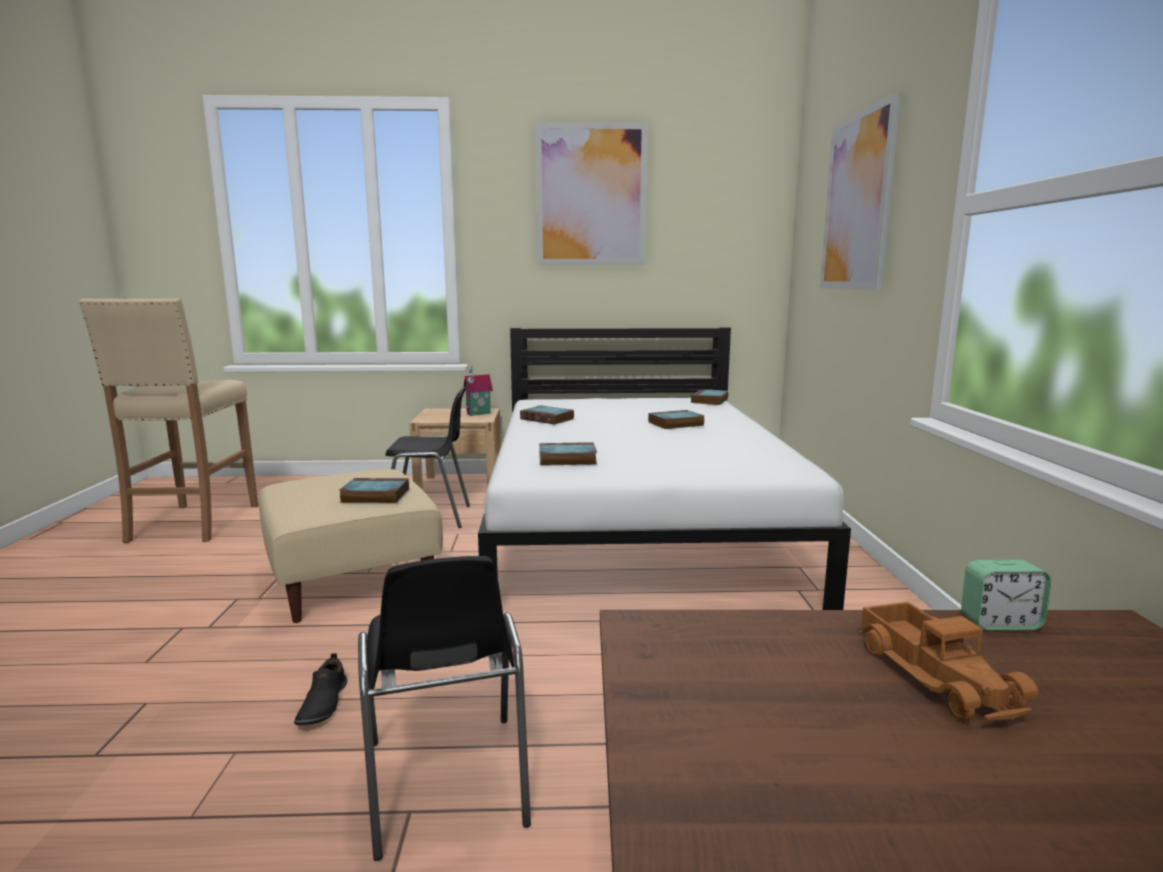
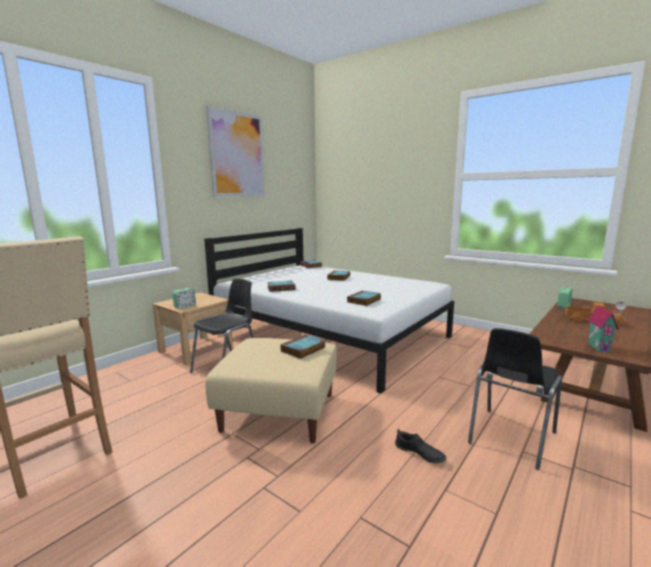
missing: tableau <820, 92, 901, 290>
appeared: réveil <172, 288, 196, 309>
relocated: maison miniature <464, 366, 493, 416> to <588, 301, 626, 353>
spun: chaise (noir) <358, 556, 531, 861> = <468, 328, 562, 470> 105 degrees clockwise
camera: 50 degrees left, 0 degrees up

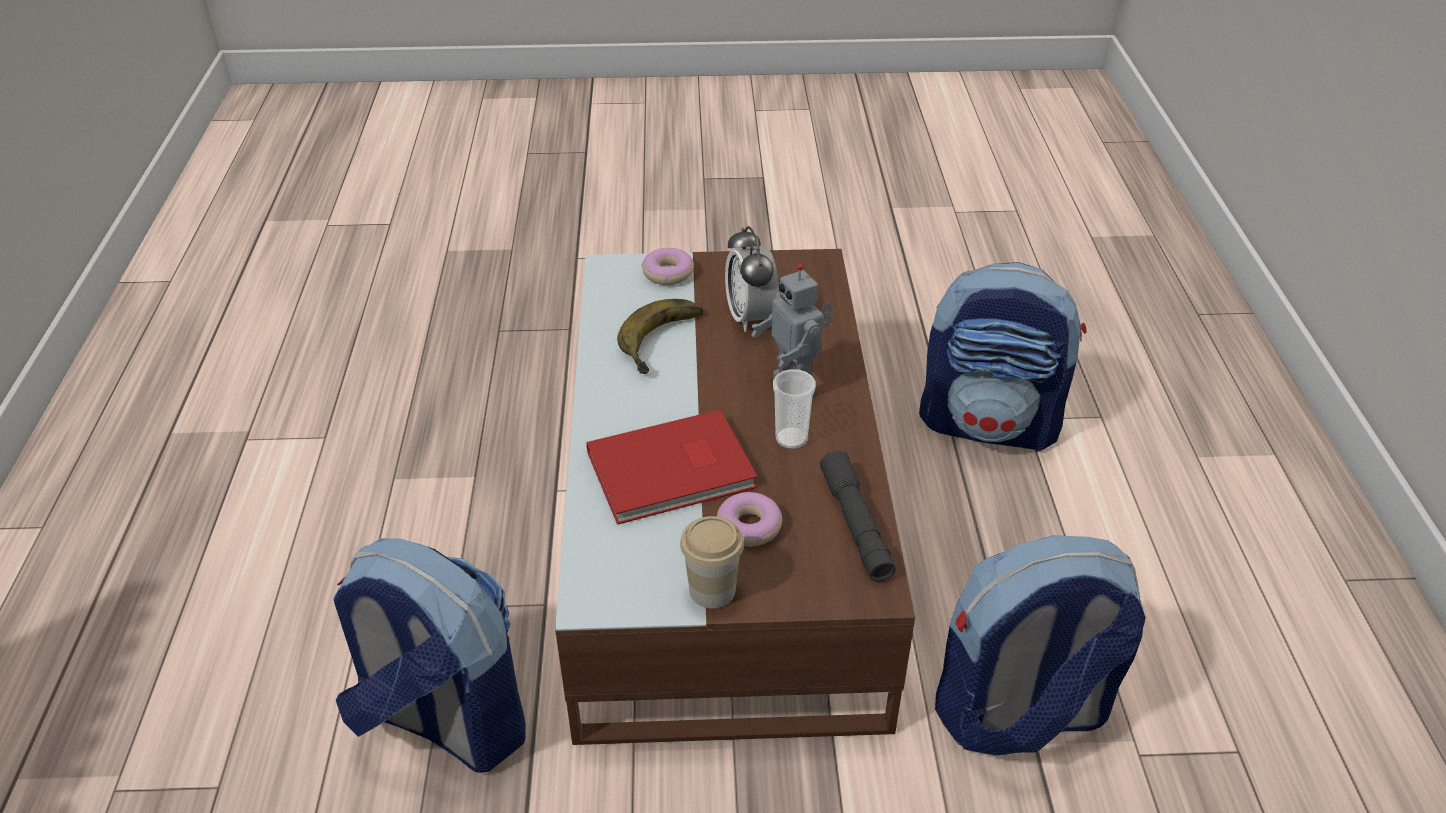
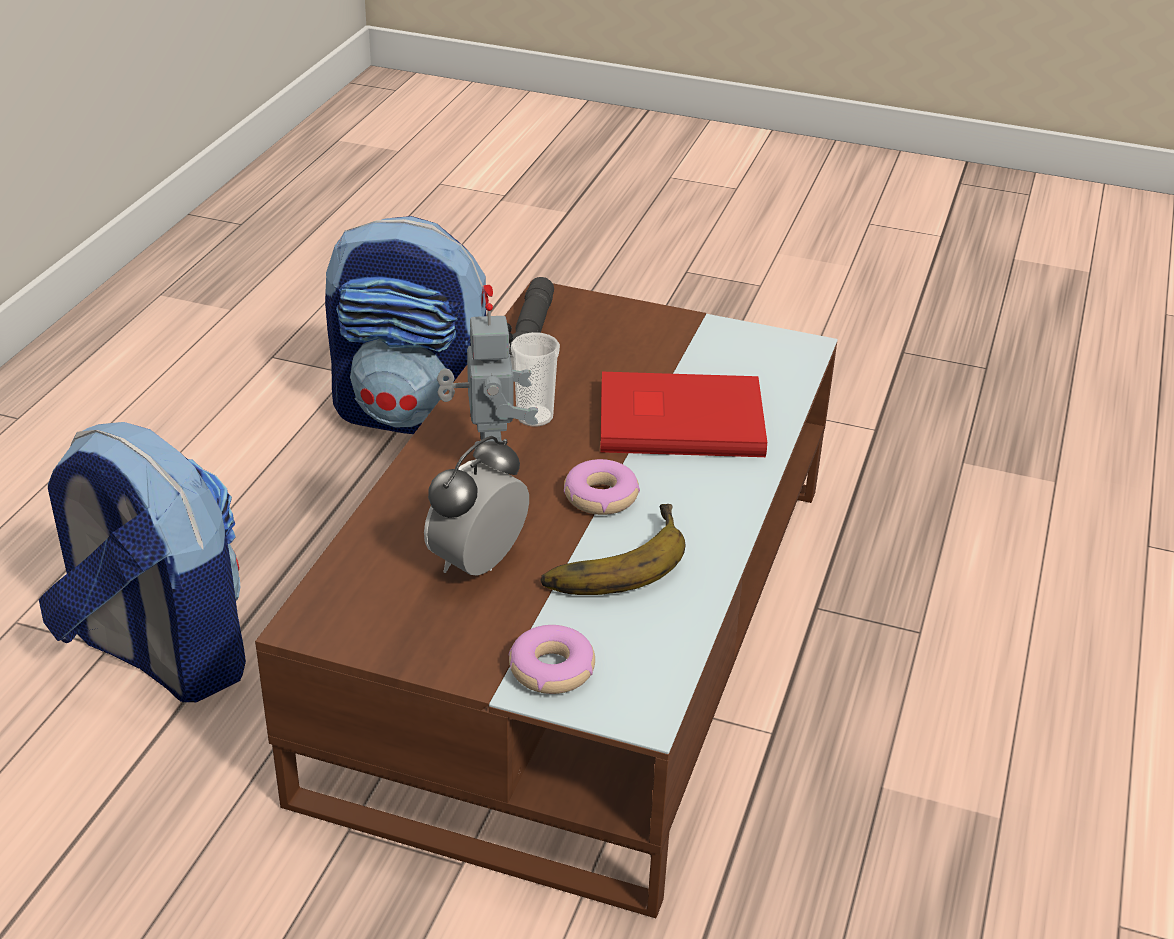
missing: sac à dos <333, 538, 526, 773>; tasse <680, 516, 744, 608>
relocated: beignet <717, 492, 782, 546> to <564, 459, 640, 515>
spun: réveil <725, 226, 779, 332> = <424, 436, 529, 576> 150 degrees counterclockwise
camera: 160 degrees left, 5 degrees down

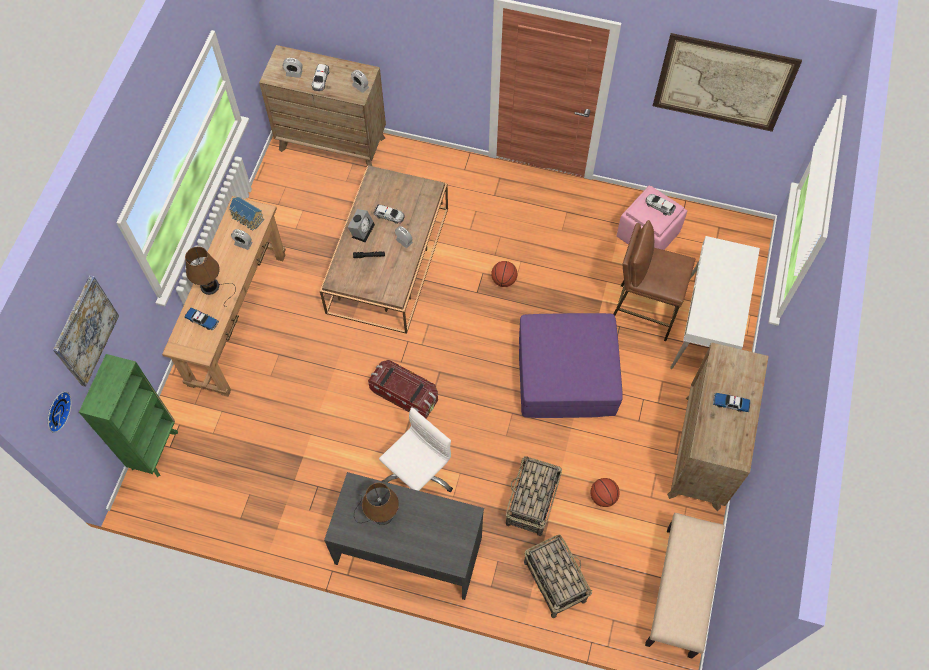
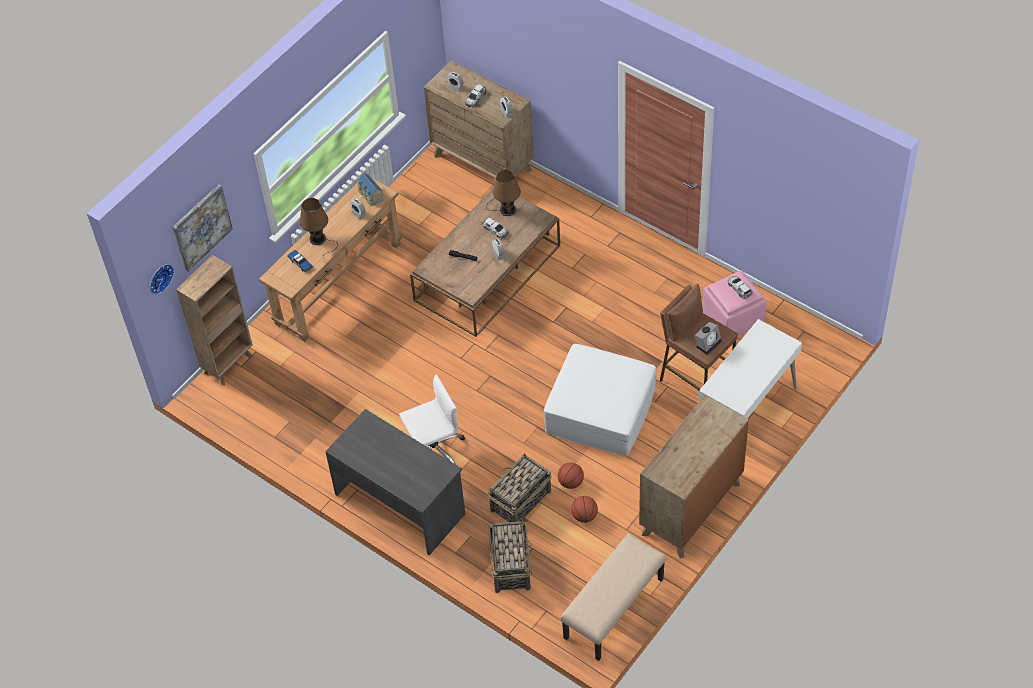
missing: boîte de rangement <368, 360, 438, 419>; tableau <653, 33, 802, 132>; petite voiture <713, 393, 751, 412>
relocated: lampe de table (marron) <354, 483, 399, 525> to <488, 169, 521, 216>; ballon de basket <491, 261, 518, 287> to <557, 462, 584, 489>; réveil <348, 209, 375, 242> to <695, 322, 722, 355>
colour: bibliothèque (vert) <79, 354, 178, 477> to bibliothèque (marron) <176, 255, 253, 386>; pouf (violet) <519, 313, 623, 418> to pouf (blanc) <544, 344, 656, 456>
camera: 25 degrees right, 10 degrees down

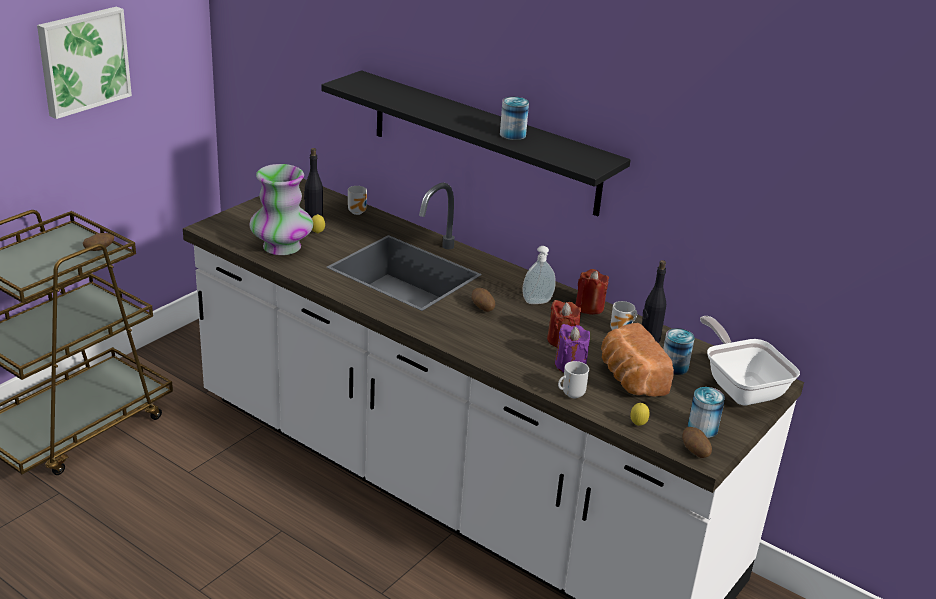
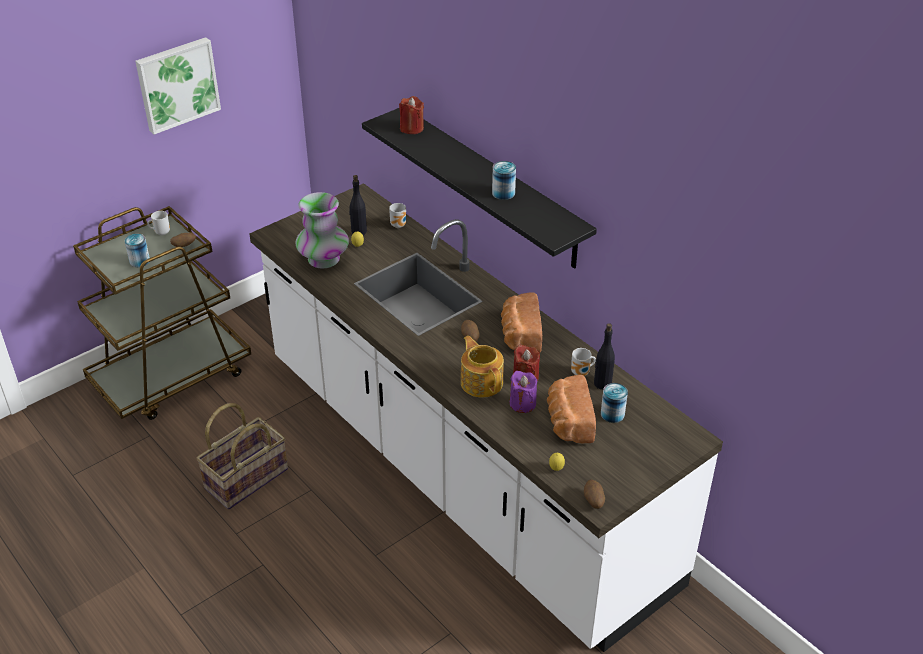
missing: poêle <700, 316, 800, 406>
appeared: panier <196, 403, 288, 510>; théière <461, 336, 504, 398>
relocated: boîte métallique <688, 387, 725, 438> to <125, 234, 150, 267>; mug <558, 361, 589, 398> to <147, 211, 170, 235>; bougie (rouge) <575, 269, 609, 315> to <399, 96, 424, 134>
exchanged: distributeur de savon <522, 246, 556, 304> to pain <501, 293, 542, 353>
camera: 15 degrees right, 10 degrees up

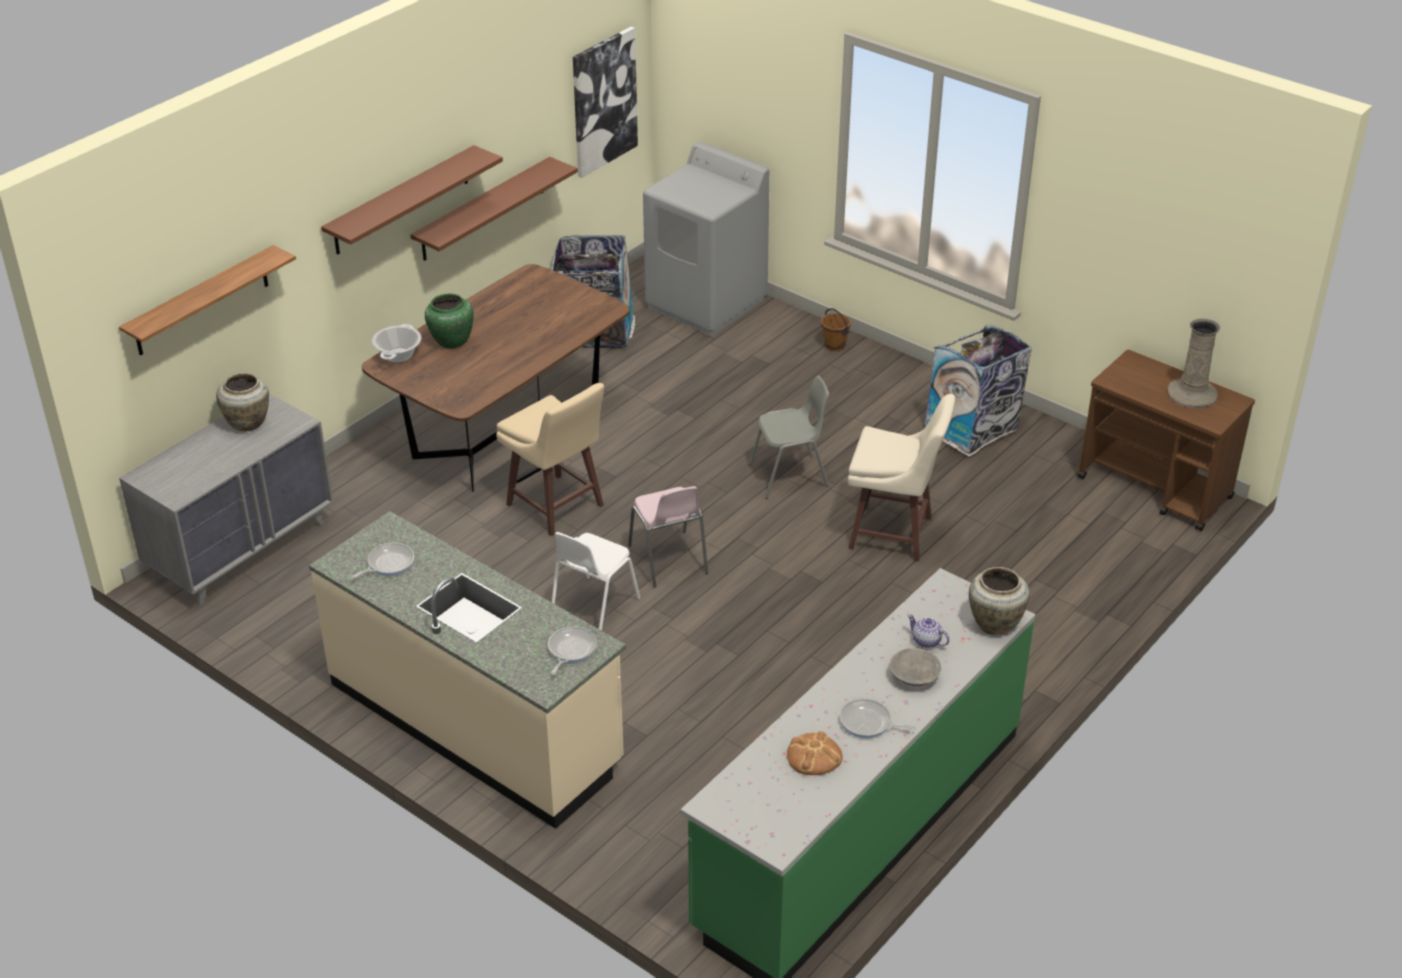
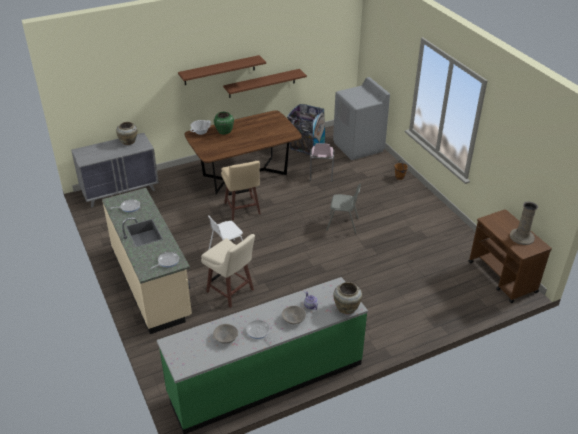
missing: étagère <119, 245, 296, 356>; tableau <573, 27, 638, 178>; poubelle <925, 325, 1032, 457>
relocated: tabouret (beige) <848, 394, 955, 562> to <201, 234, 255, 308>; chaise (rose) <628, 486, 708, 588> to <310, 143, 335, 182>
exchanged: pain <787, 731, 843, 775> to bol (gris) <213, 324, 238, 344>
camera: 25 degrees right, 0 degrees up

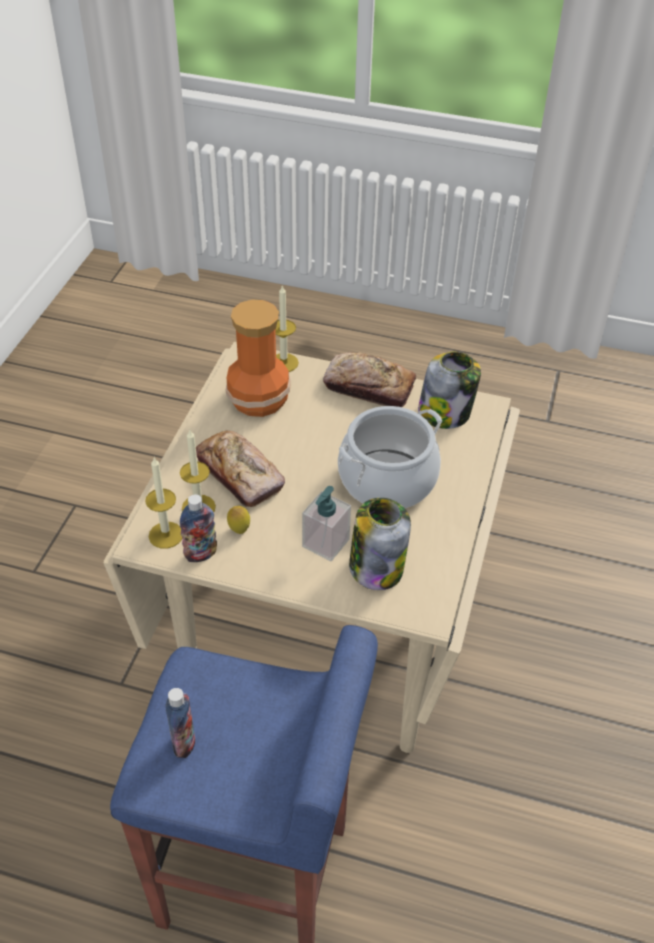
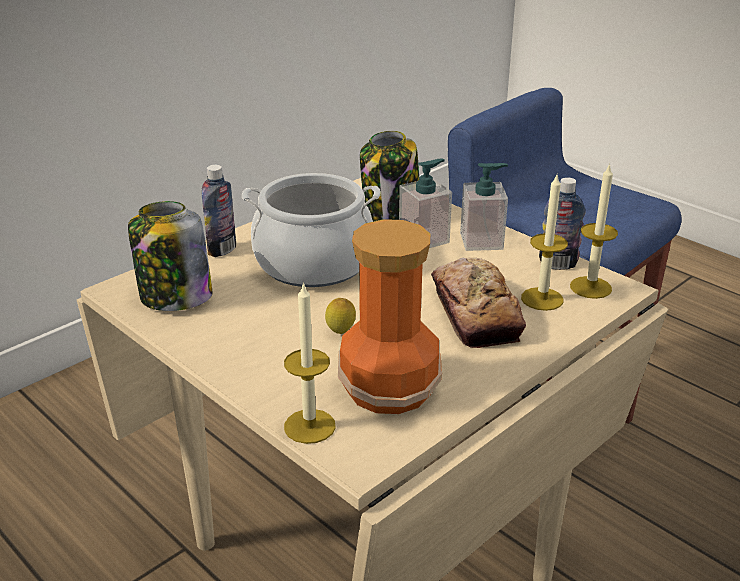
missing: pain <323, 352, 416, 407>
appeared: distributeur de savon <460, 163, 508, 251>
relocated: bouteille <166, 688, 195, 758> to <202, 165, 236, 257>; citron <227, 506, 250, 534> to <325, 298, 356, 334>
camera: 150 degrees left, 15 degrees down

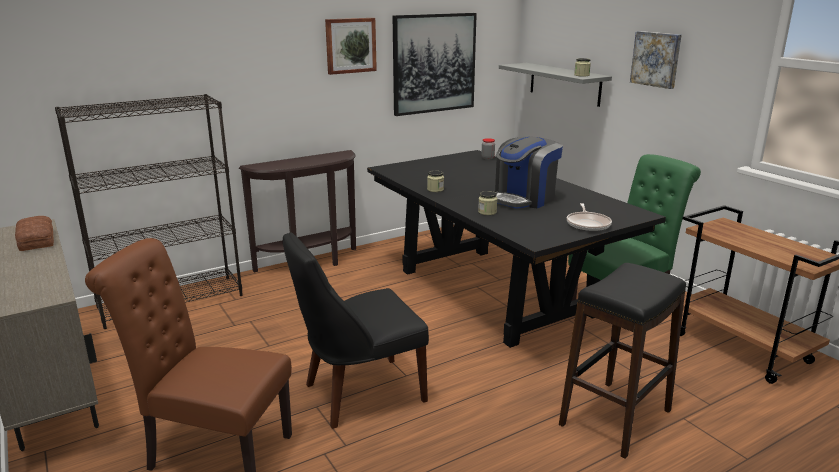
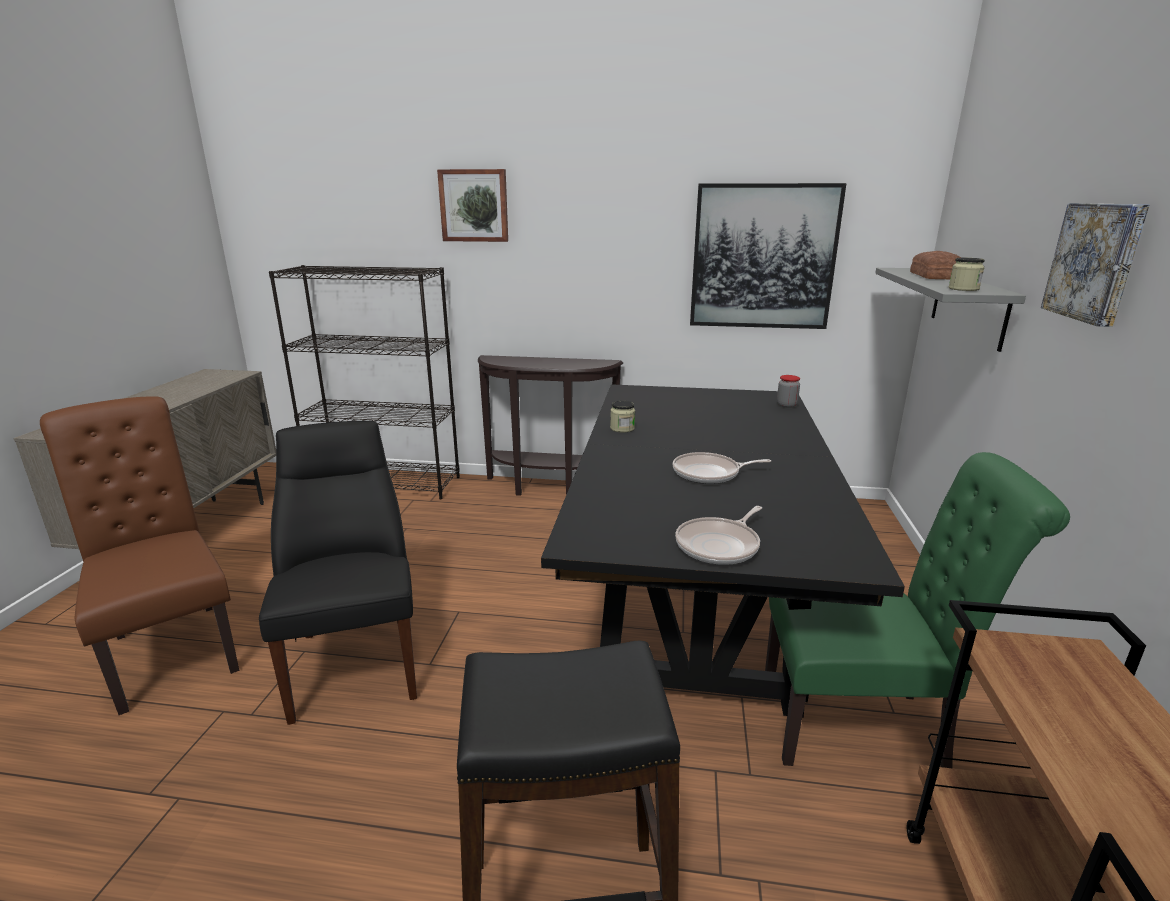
missing: bocal <478, 191, 497, 215>
relocated: tableau <325, 18, 377, 75> to <437, 169, 508, 242>; pain <15, 216, 54, 251> to <910, 251, 961, 279>
exchanged: machine à café <495, 136, 563, 208> to poêle <672, 452, 771, 484>
spun: chaise (noir) <283, 232, 429, 429> = <259, 421, 417, 725> 60 degrees clockwise
camera: 40 degrees right, 0 degrees up

